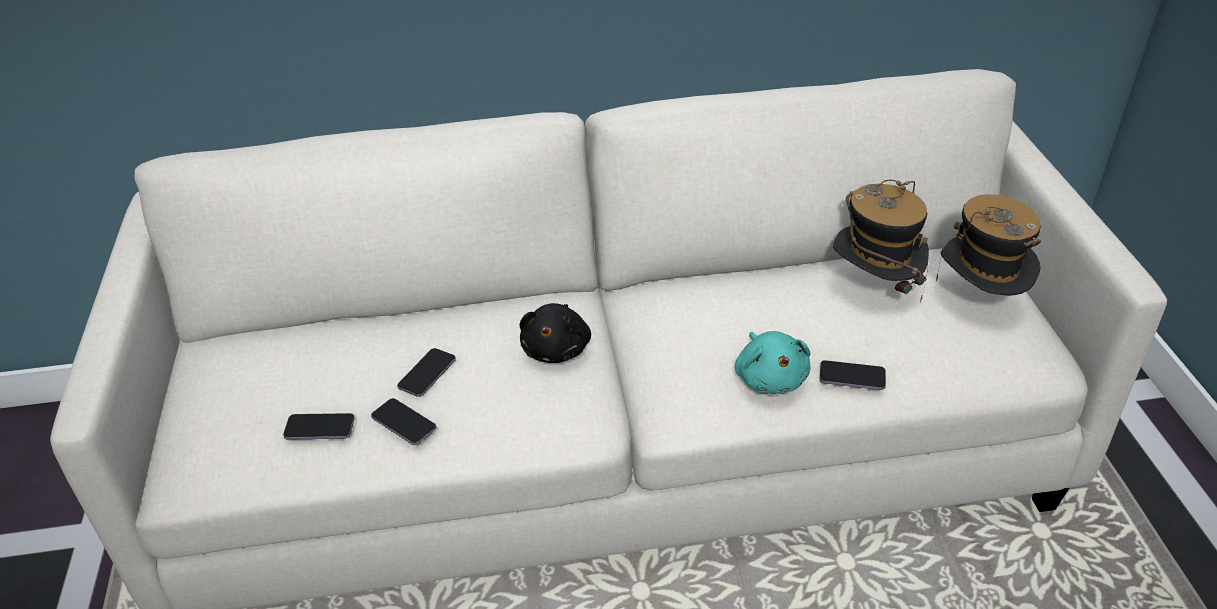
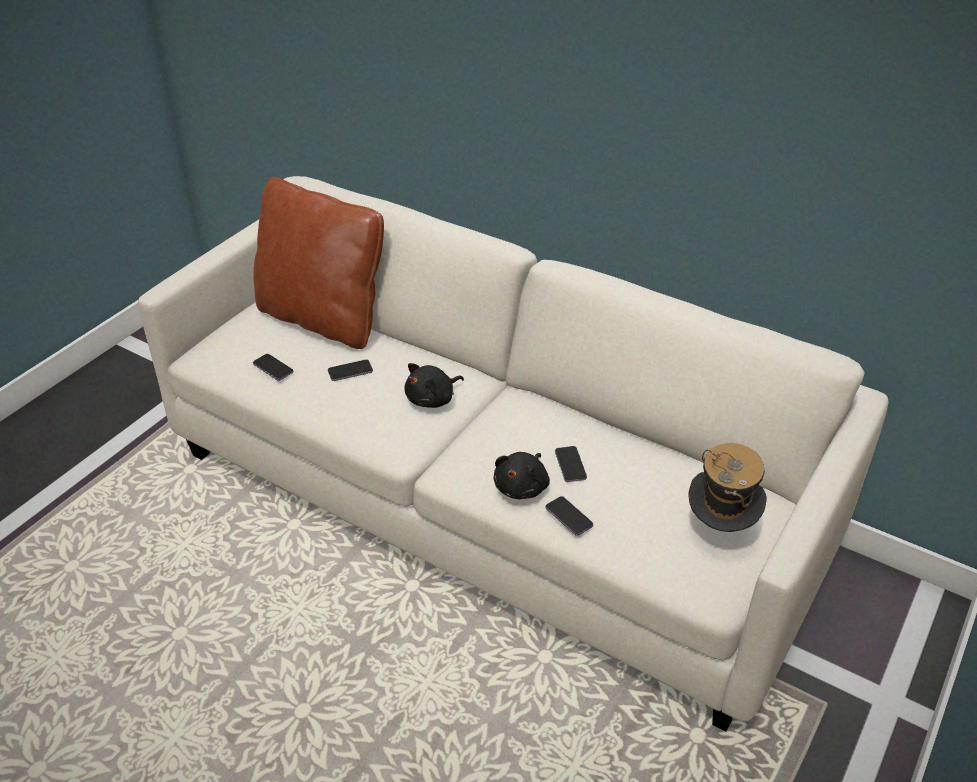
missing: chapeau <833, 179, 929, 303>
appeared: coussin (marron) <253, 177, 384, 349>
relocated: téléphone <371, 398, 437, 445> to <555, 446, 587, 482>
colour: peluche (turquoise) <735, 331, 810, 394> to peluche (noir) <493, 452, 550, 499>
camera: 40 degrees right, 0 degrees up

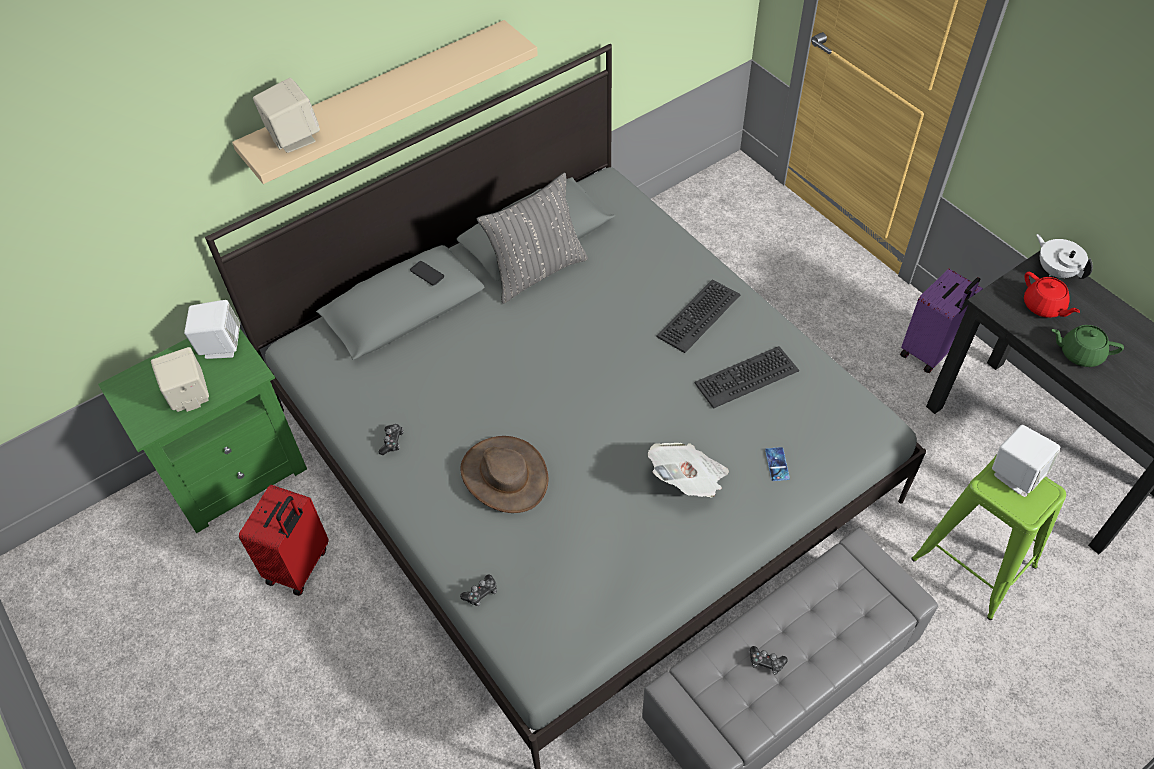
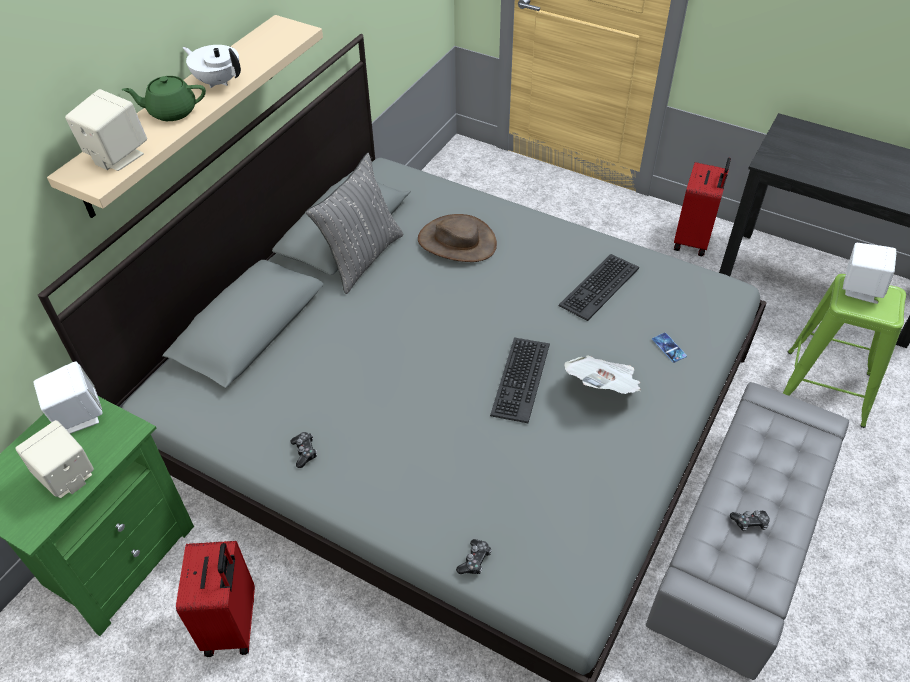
missing: téléphone <410, 261, 444, 286>; théière (rouge) <1024, 272, 1080, 318>
relocated: théière (vert) <1051, 325, 1124, 367> to <122, 76, 206, 121>; théière (blanc) <1036, 234, 1093, 279> to <183, 45, 241, 88>; chapeau (marron) <460, 436, 549, 513> to <418, 214, 497, 262>; clavier <656, 279, 740, 353> to <490, 337, 550, 423>
colour: valise (violet) <900, 269, 983, 373> to valise (rouge) <674, 158, 731, 256>
camera: 25 degrees left, 5 degrees down

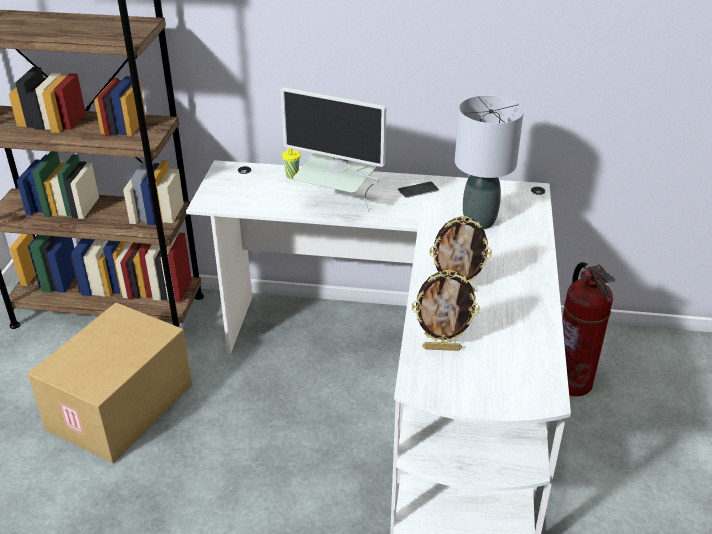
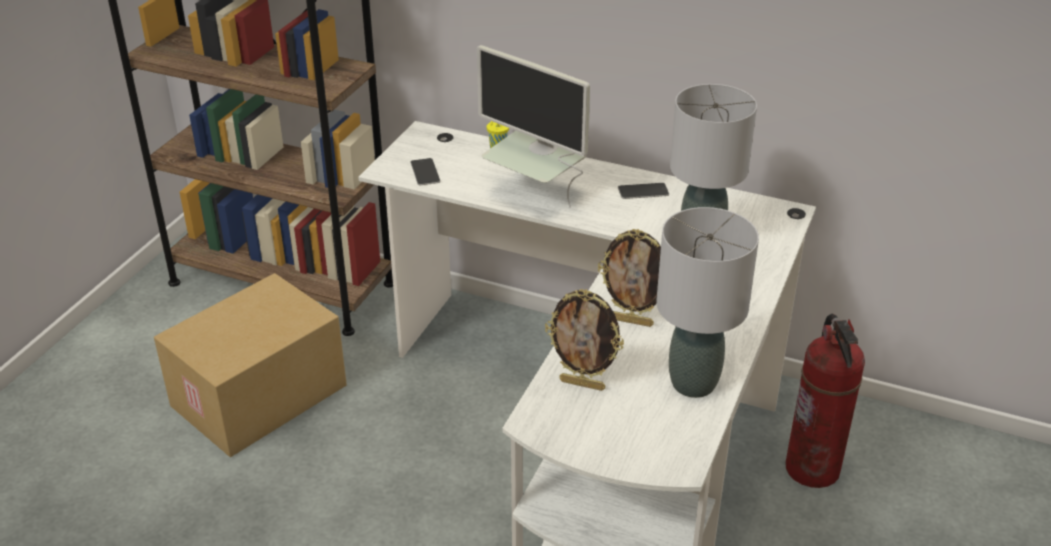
appeared: téléphone <410, 158, 440, 185>; lampe de table (gris) <656, 207, 759, 398>
camera: 15 degrees right, 0 degrees up

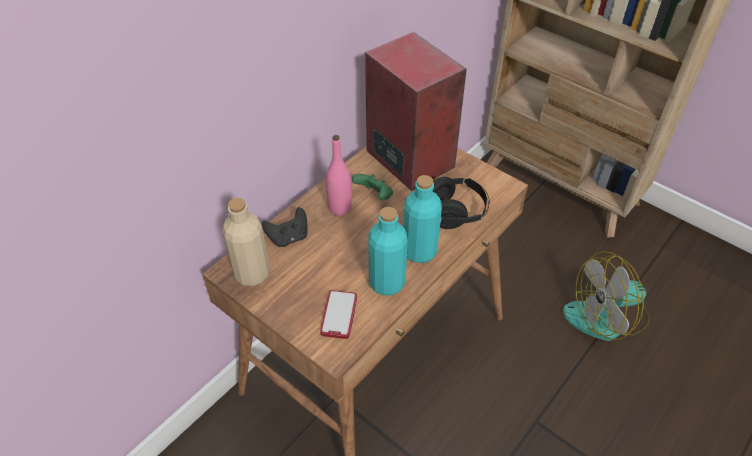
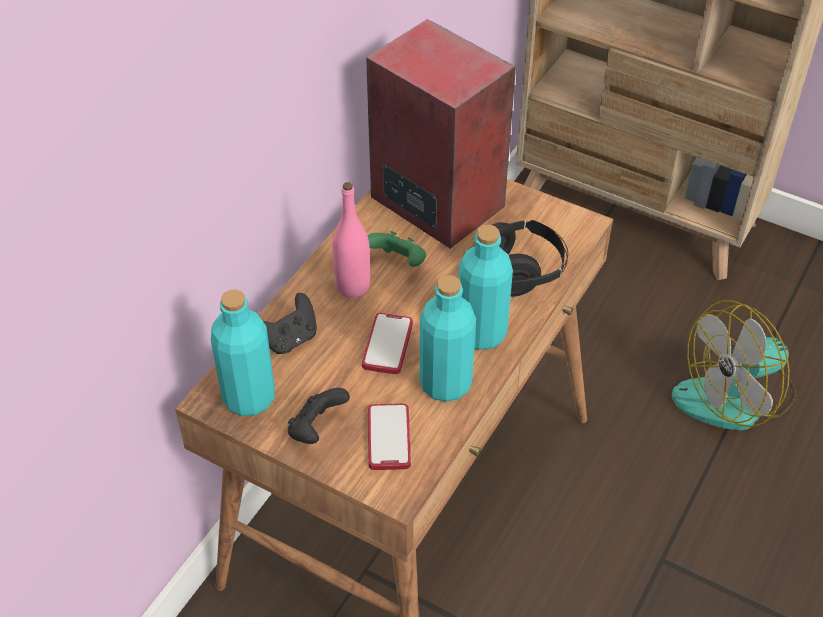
appeared: manette (noir) <288, 388, 350, 444>; téléphone <362, 313, 413, 374>
colour: bouteille (beige) <222, 198, 270, 286> to bouteille (turquoise) <211, 290, 275, 416>
camera: 10 degrees left, 0 degrees up

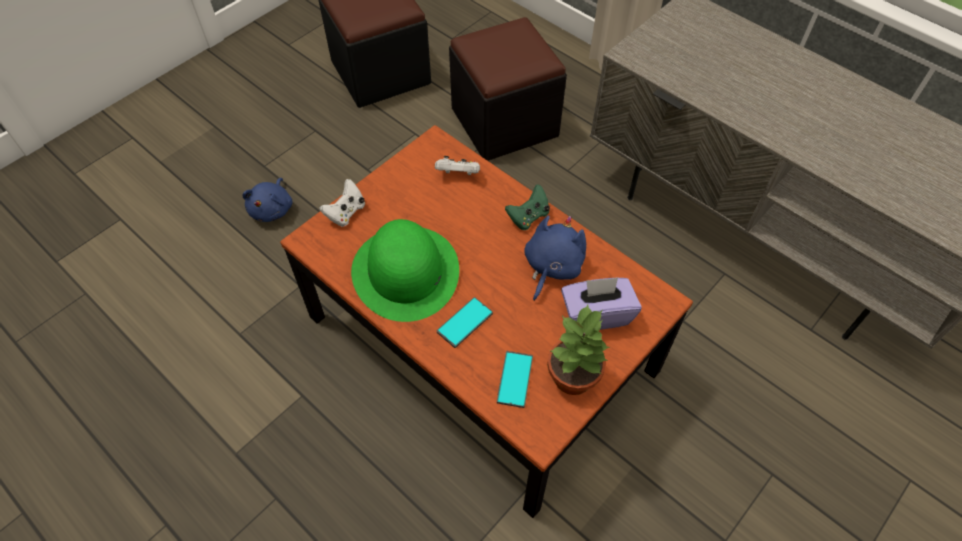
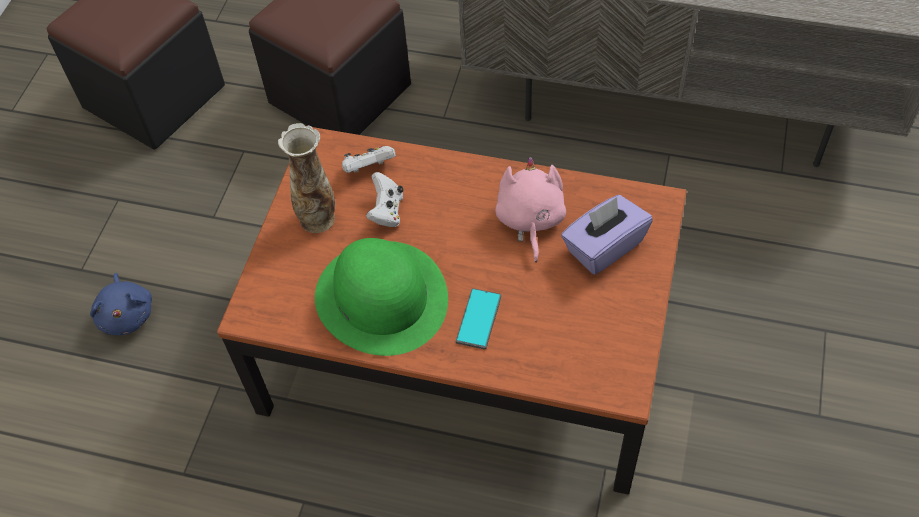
missing: téléphone <497, 351, 533, 408>; manette (vert) <505, 184, 550, 230>; plante en pot <547, 305, 610, 395>
appeared: vase <278, 123, 335, 233>
relocated: manette (blanc) <319, 179, 365, 227> to <366, 172, 403, 227>
colour: peluche (bleu) <524, 216, 586, 301> to peluche (rose) <495, 157, 566, 263>
camera: 25 degrees left, 0 degrees up

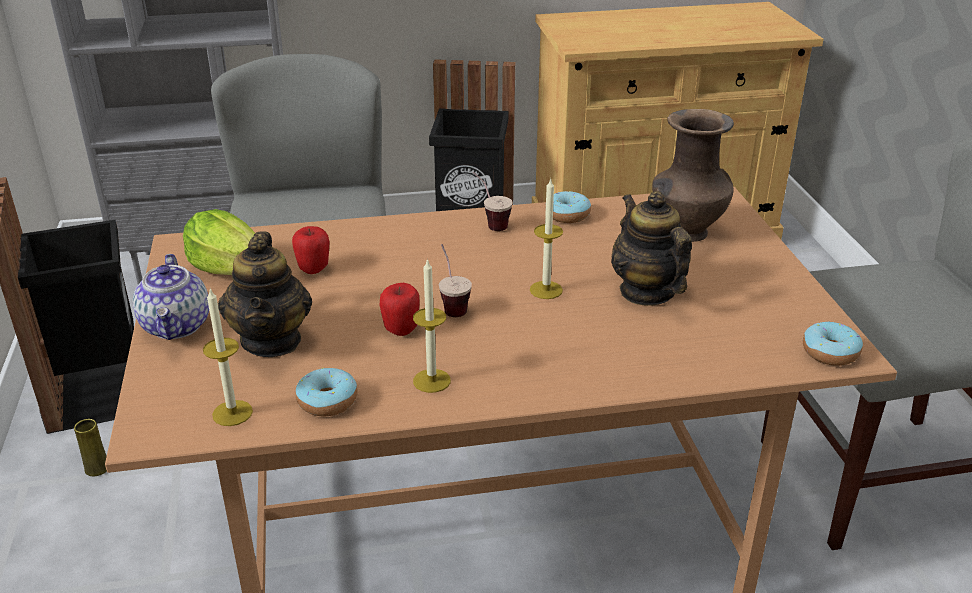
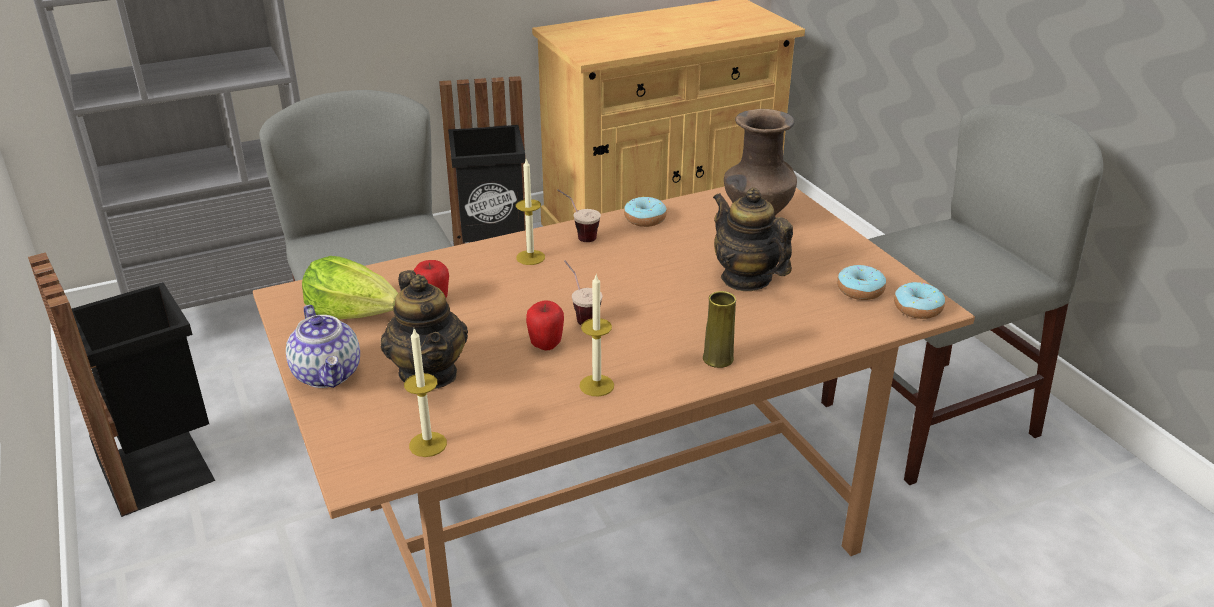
relocated: bougie <530, 178, 563, 299> to <516, 159, 545, 265>; vase (jaune) <74, 419, 107, 476> to <703, 291, 736, 368>; beignet <296, 368, 358, 416> to <837, 265, 886, 300>
camera: 15 degrees left, 0 degrees up

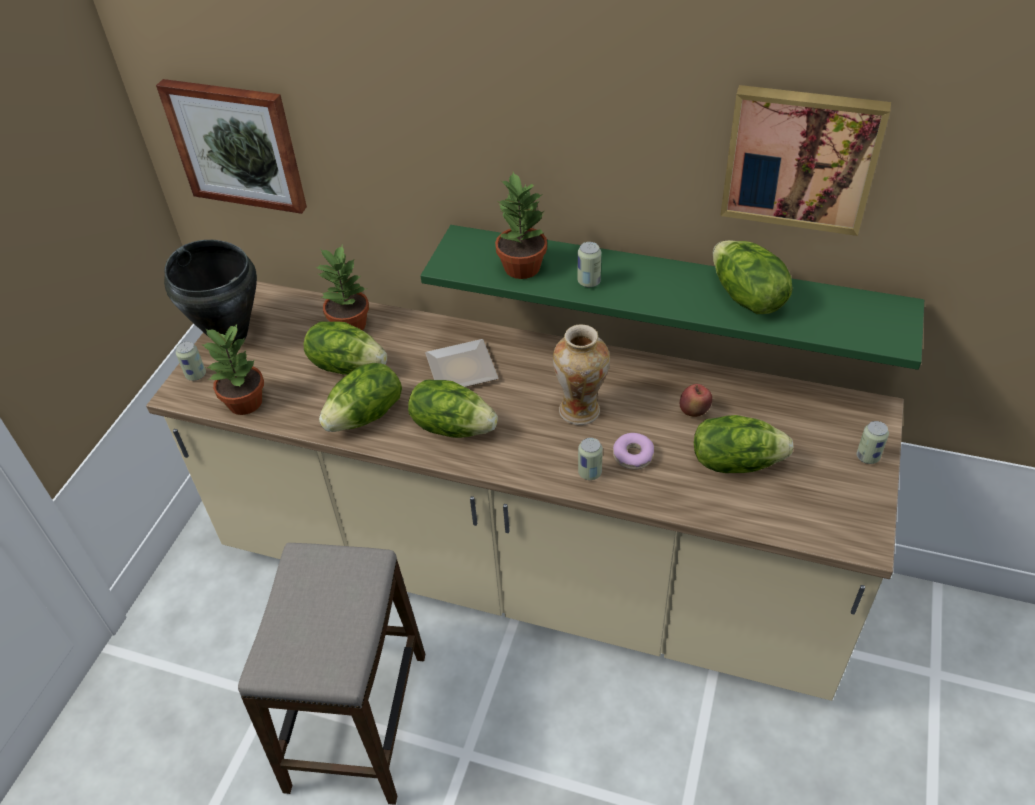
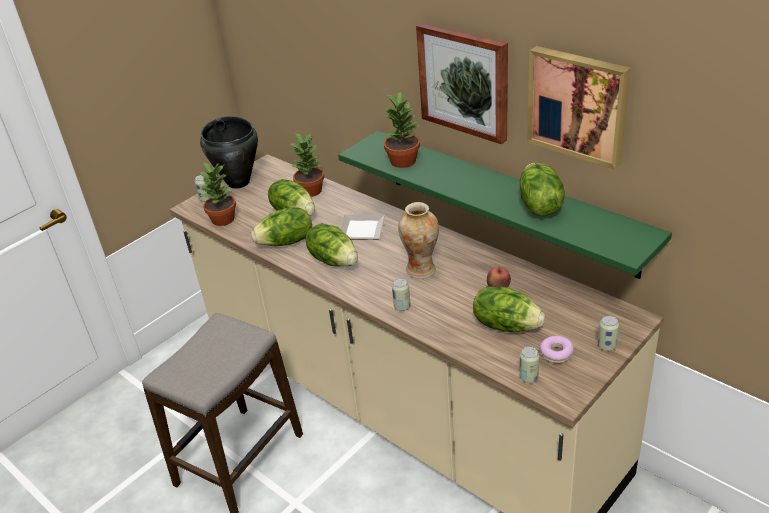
relocated: tableau <156, 79, 307, 214> to <416, 23, 508, 144>; boîte métallique <578, 242, 601, 287> to <520, 347, 539, 383>; beignet <613, 433, 654, 469> to <540, 336, 574, 363>
camera: 25 degrees right, 10 degrees down

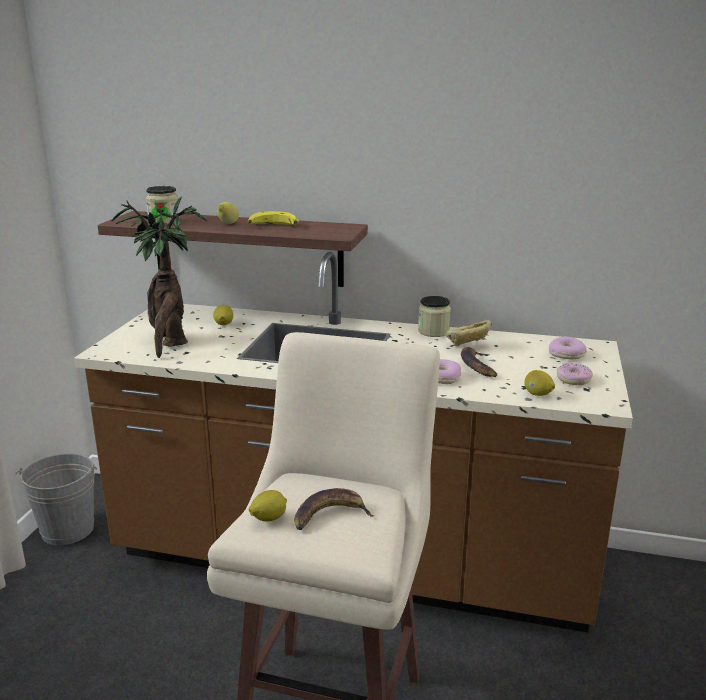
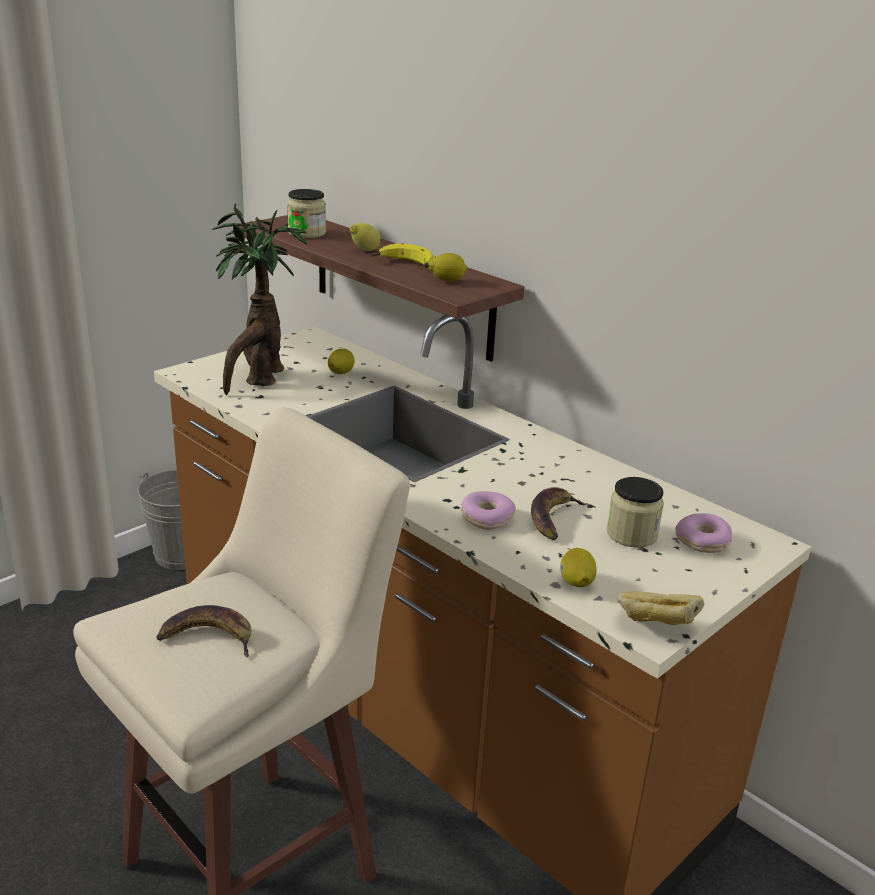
missing: beignet <557, 363, 593, 385>
relocated: citron <249, 490, 287, 521> to <429, 253, 468, 282>; bocal <418, 296, 451, 337> to <607, 477, 664, 548>; pain <445, 320, 492, 346> to <617, 591, 705, 625>
camera: 30 degrees right, 5 degrees up

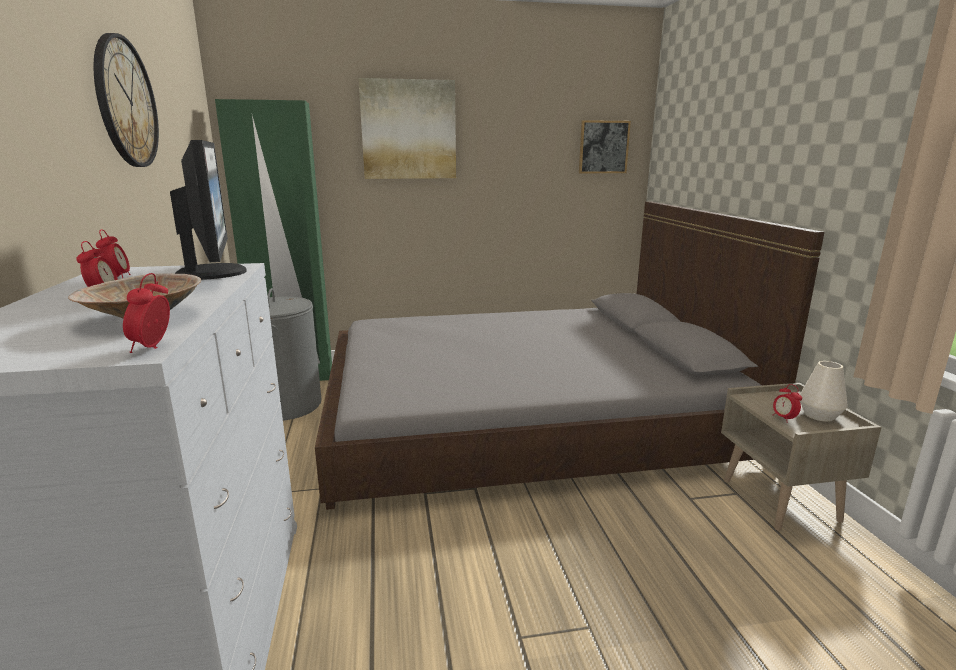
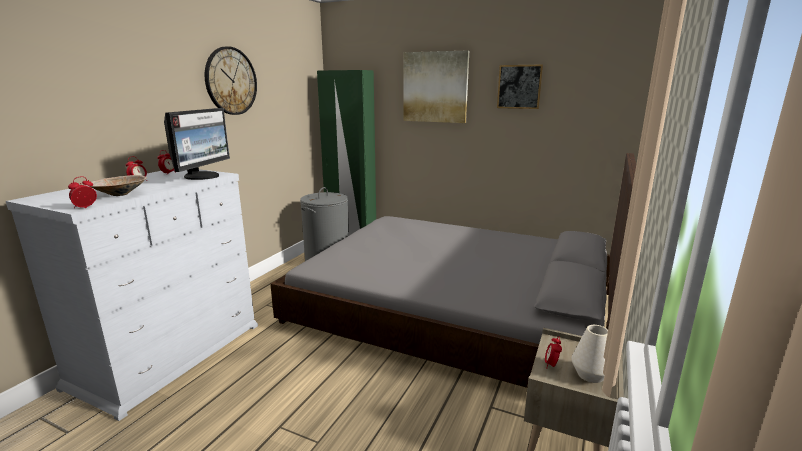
relocated: tableau <579, 120, 631, 174> to <497, 64, 543, 109>
camera: 35 degrees right, 0 degrees up

